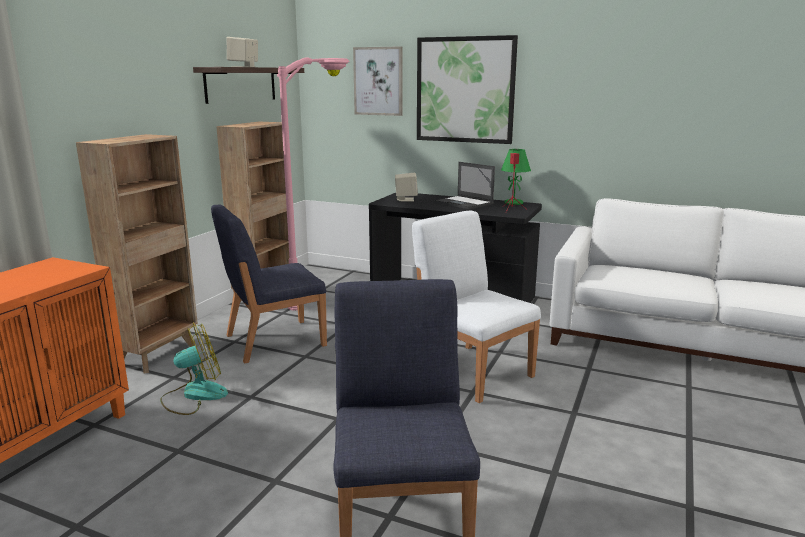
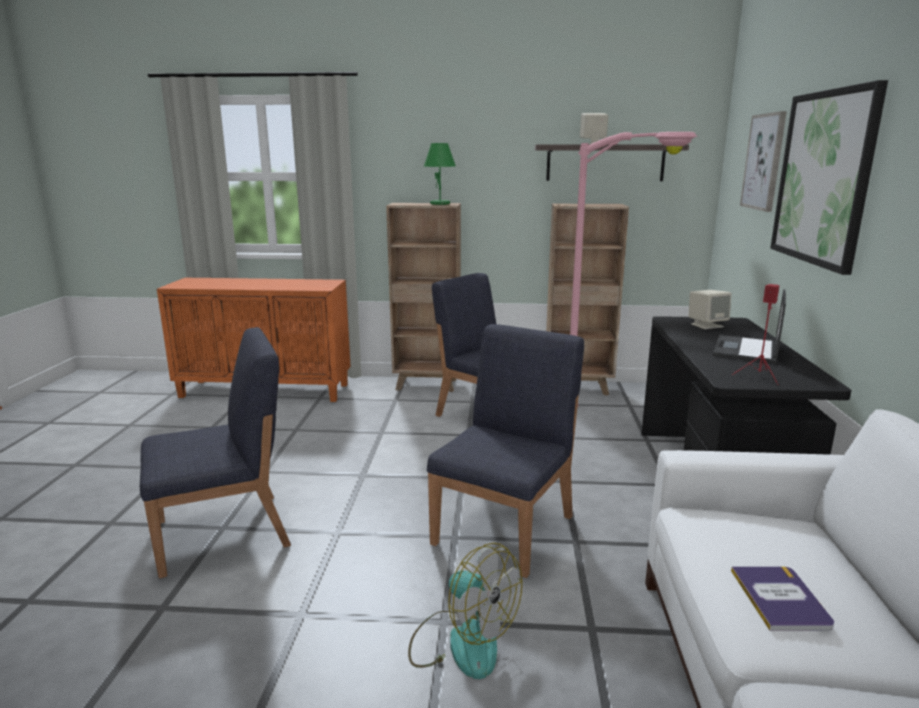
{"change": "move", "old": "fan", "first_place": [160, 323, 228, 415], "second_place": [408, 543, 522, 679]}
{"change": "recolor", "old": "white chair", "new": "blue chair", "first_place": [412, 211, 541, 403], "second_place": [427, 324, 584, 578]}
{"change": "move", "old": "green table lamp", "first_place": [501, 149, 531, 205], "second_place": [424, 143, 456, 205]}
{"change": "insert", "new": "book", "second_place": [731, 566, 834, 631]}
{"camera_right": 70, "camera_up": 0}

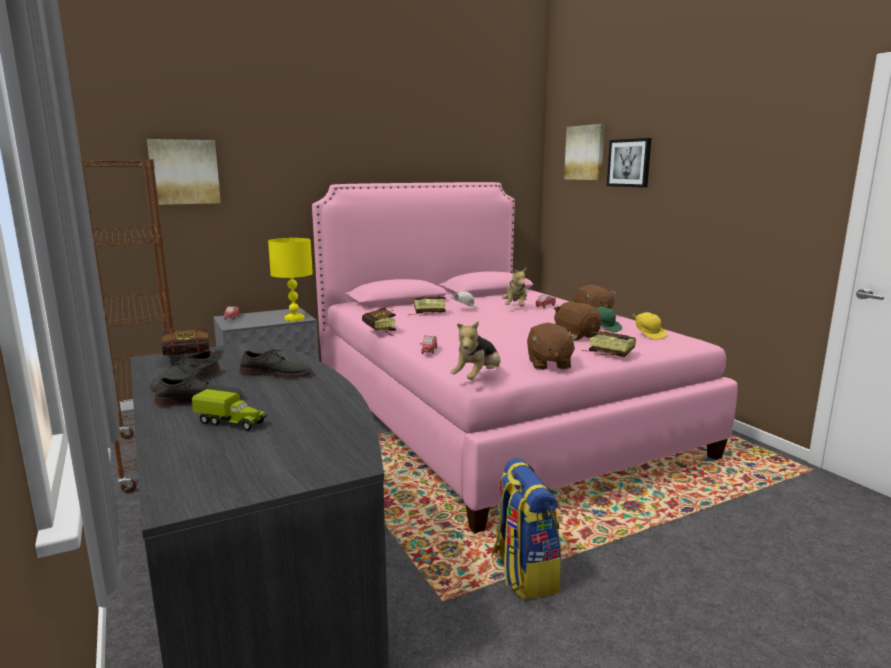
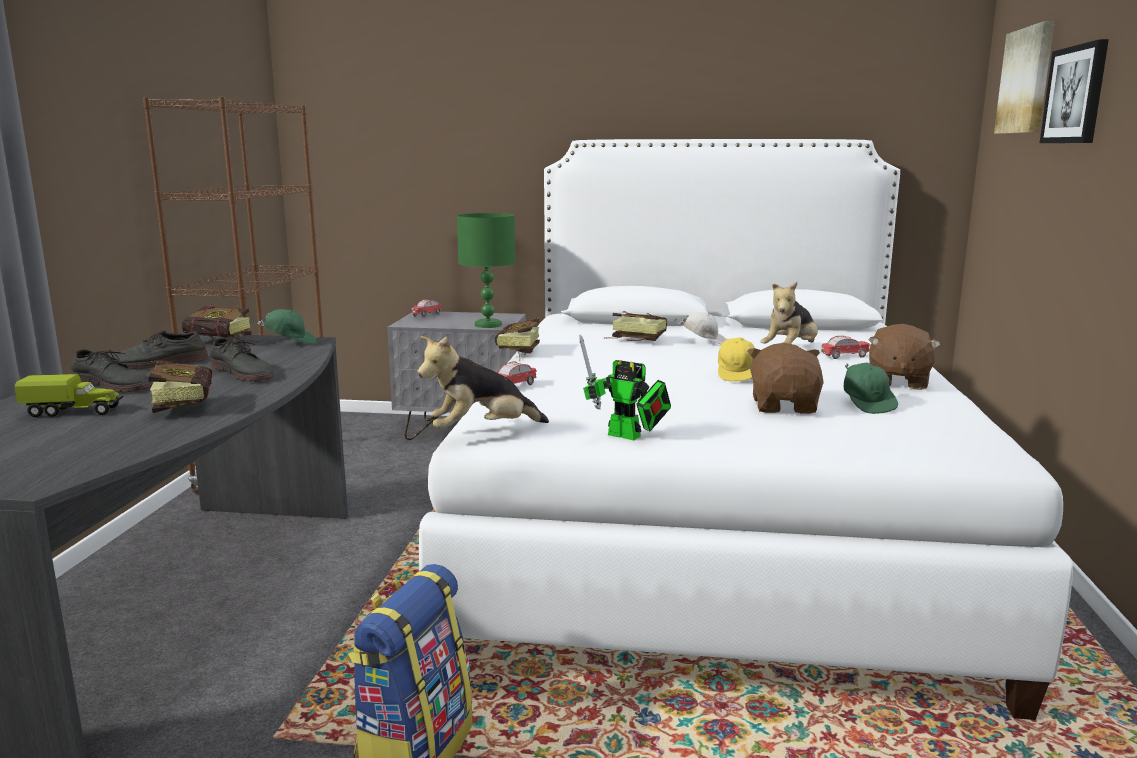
{"change": "delete", "old": "picture", "first_place": [147, 139, 221, 205]}
{"change": "rotate", "old": "toy truck", "first_place": [192, 389, 267, 431], "second_place": [14, 374, 124, 417], "degrees": -60}
{"change": "recolor", "old": "yellow table lamp", "new": "green table lamp", "first_place": [268, 238, 313, 321], "second_place": [457, 213, 515, 328]}
{"change": "recolor", "old": "pink bed", "new": "white bed", "first_place": [312, 182, 738, 533], "second_place": [419, 139, 1073, 720]}
{"change": "replace", "old": "brown plush toy", "new": "toy robot", "first_place": [527, 323, 578, 370], "second_place": [579, 335, 671, 440]}
{"change": "move", "old": "book", "first_place": [582, 331, 636, 357], "second_place": [146, 360, 212, 413]}
{"change": "move", "old": "yellow cap", "first_place": [633, 312, 667, 340], "second_place": [718, 338, 755, 382]}
{"change": "insert", "new": "green cap", "second_place": [251, 309, 317, 344]}
{"camera_right": 35, "camera_up": 0}

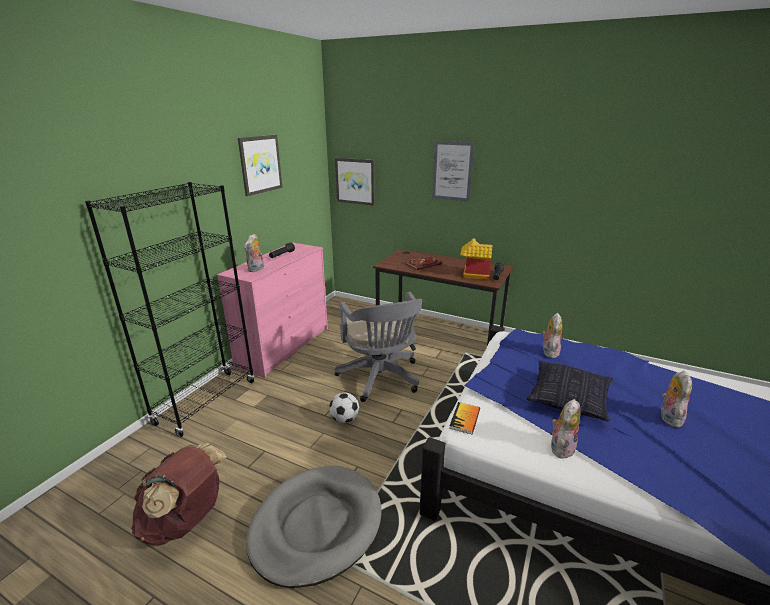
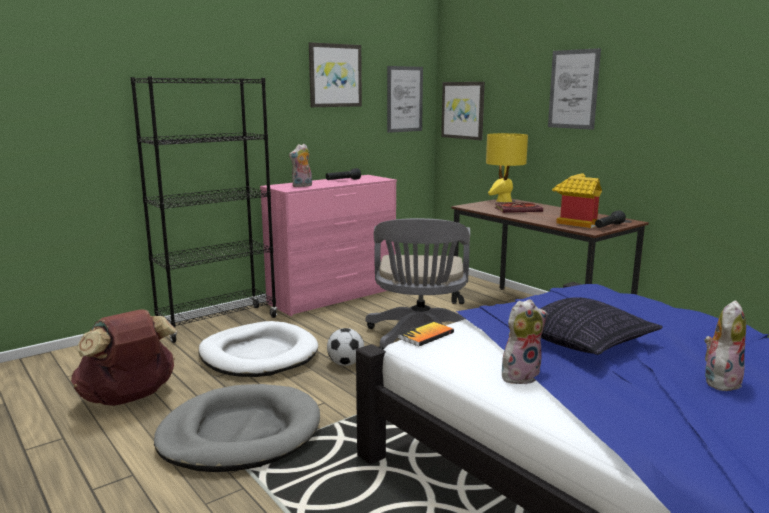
{"change": "delete", "old": "plush toy", "first_place": [542, 313, 562, 358]}
{"change": "insert", "new": "white dog bed", "second_place": [199, 321, 318, 377]}
{"change": "insert", "new": "picture", "second_place": [387, 66, 423, 133]}
{"change": "insert", "new": "yellow table lamp", "second_place": [486, 133, 528, 202]}
{"camera_right": 25, "camera_up": -10}

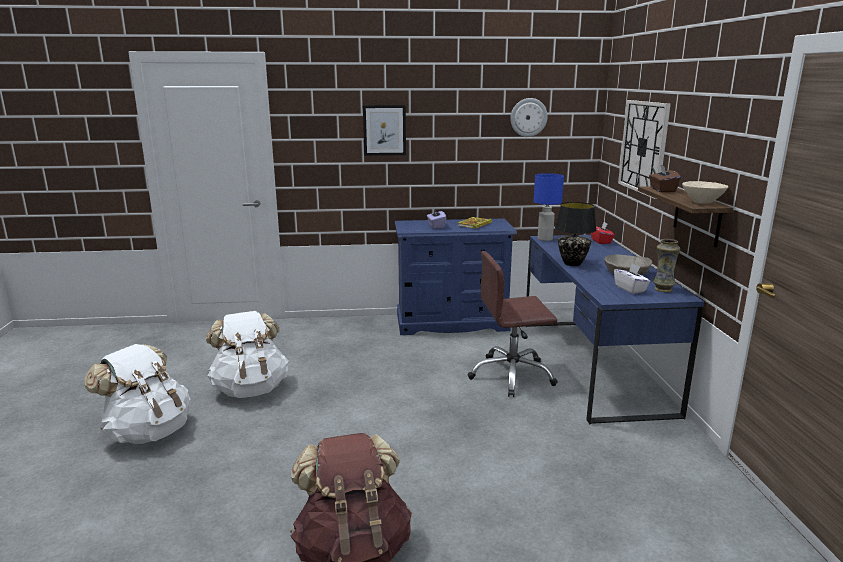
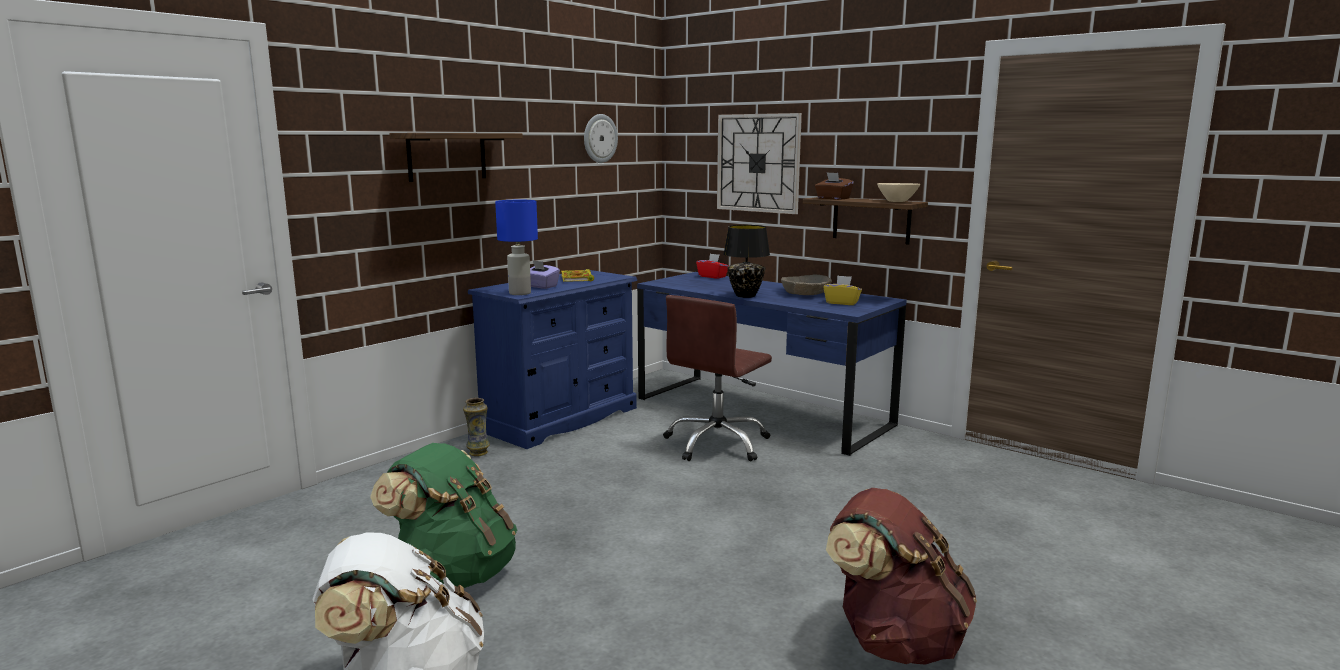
{"change": "recolor", "old": "white backpack", "new": "green backpack", "first_place": [206, 311, 289, 398], "second_place": [370, 443, 517, 588]}
{"change": "replace", "old": "picture", "new": "shelf", "first_place": [363, 105, 406, 156], "second_place": [389, 133, 523, 182]}
{"change": "move", "old": "blue table lamp", "first_place": [534, 173, 564, 241], "second_place": [495, 200, 538, 295]}
{"change": "recolor", "old": "white tissue box", "new": "yellow tissue box", "first_place": [614, 263, 650, 294], "second_place": [824, 275, 862, 305]}
{"change": "move", "old": "vase", "first_place": [653, 239, 680, 292], "second_place": [463, 398, 490, 456]}
{"camera_right": -45, "camera_up": -5}

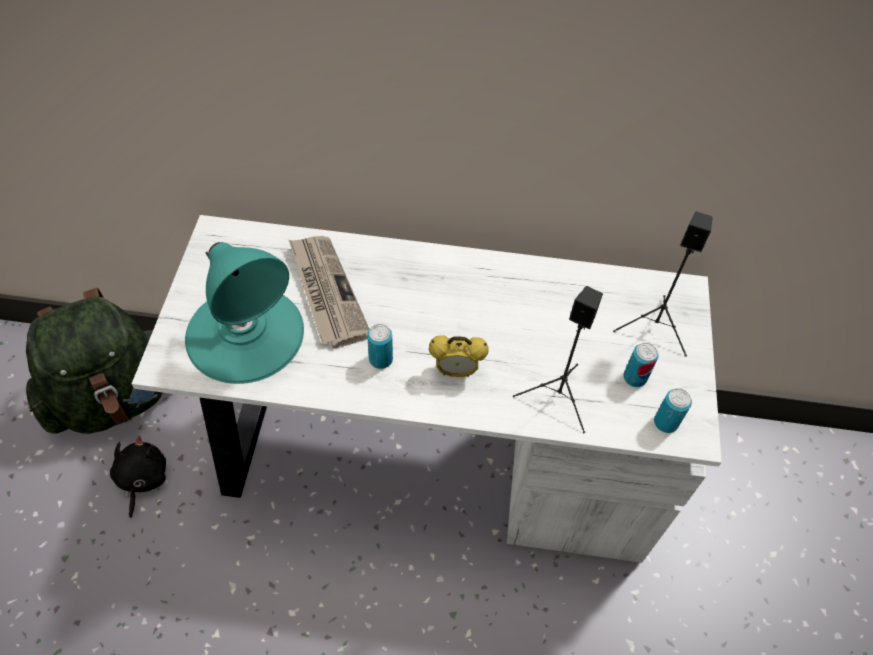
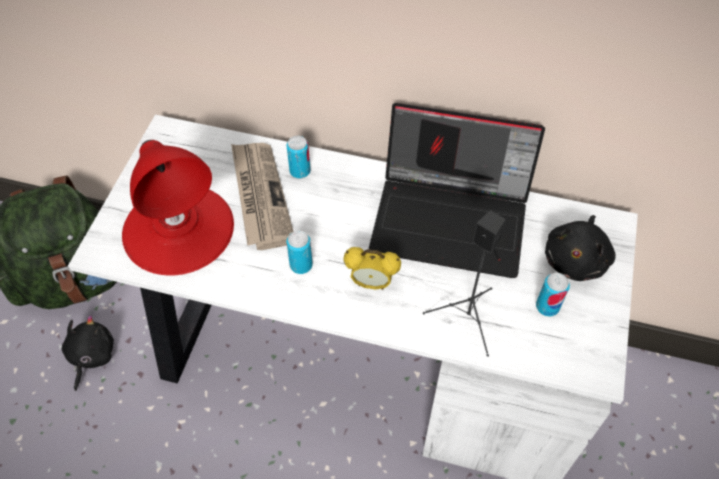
{"change": "recolor", "old": "turquoise table lamp", "new": "red table lamp", "first_place": [185, 242, 304, 384], "second_place": [122, 140, 234, 276]}
{"change": "replace", "old": "black speaker", "new": "black plush toy", "first_place": [613, 211, 713, 357], "second_place": [545, 215, 616, 281]}
{"change": "move", "old": "can", "first_place": [654, 388, 692, 433], "second_place": [287, 136, 310, 179]}
{"change": "insert", "new": "laptop", "second_place": [369, 103, 545, 278]}
{"camera_right": 10, "camera_up": 0}

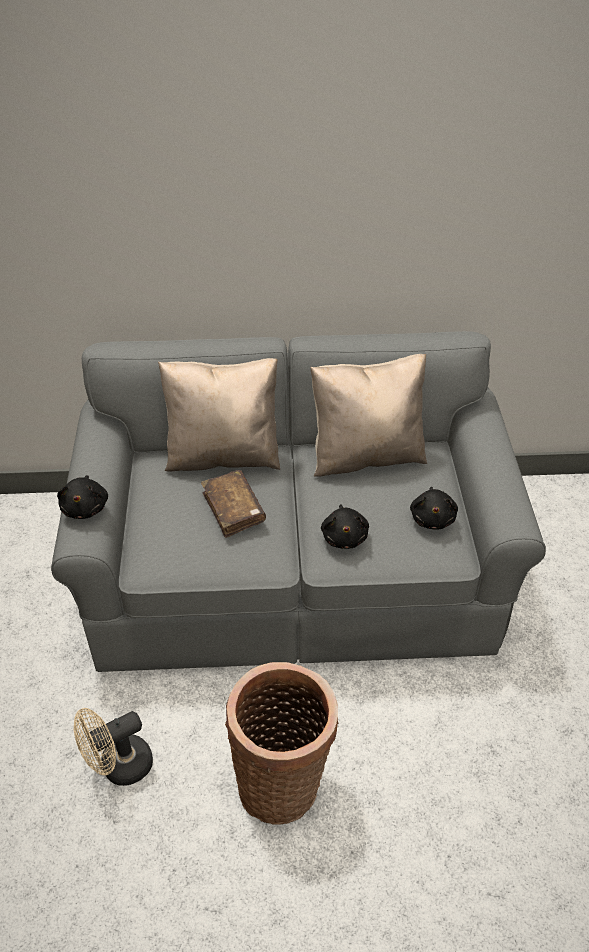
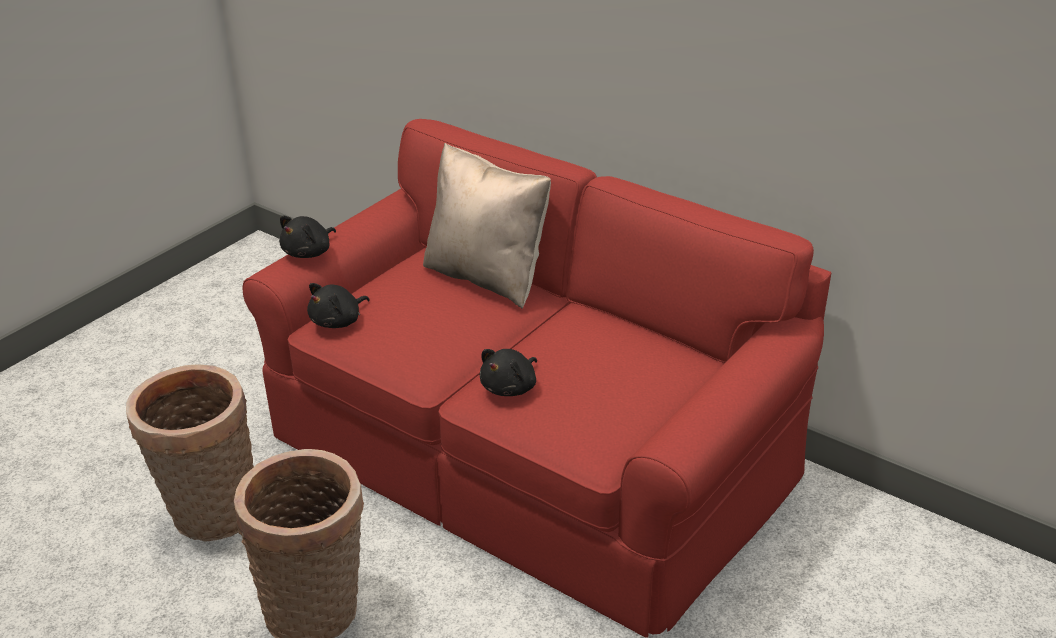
{"change": "recolor", "old": "grey sofa", "new": "red sofa", "first_place": [51, 331, 546, 672], "second_place": [243, 119, 832, 638]}
{"change": "replace", "old": "beige fan", "new": "basket", "first_place": [74, 708, 153, 786], "second_place": [126, 364, 254, 542]}
{"change": "delete", "old": "brown book", "first_place": [201, 470, 266, 538]}
{"change": "delete", "old": "beige pillow", "first_place": [310, 354, 427, 477]}
{"change": "move", "old": "black plush toy", "first_place": [410, 487, 458, 530], "second_place": [307, 283, 370, 328]}
{"camera_right": 40, "camera_up": -10}

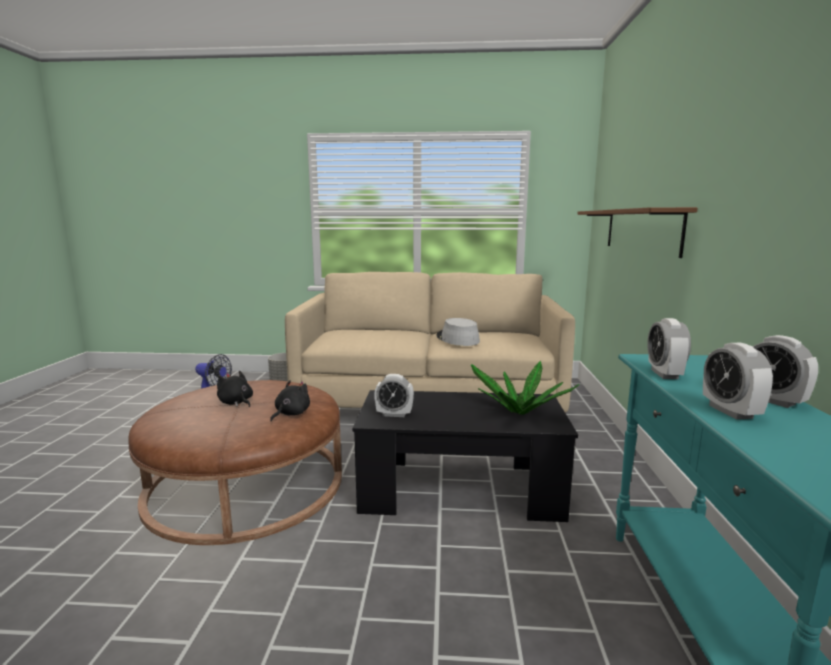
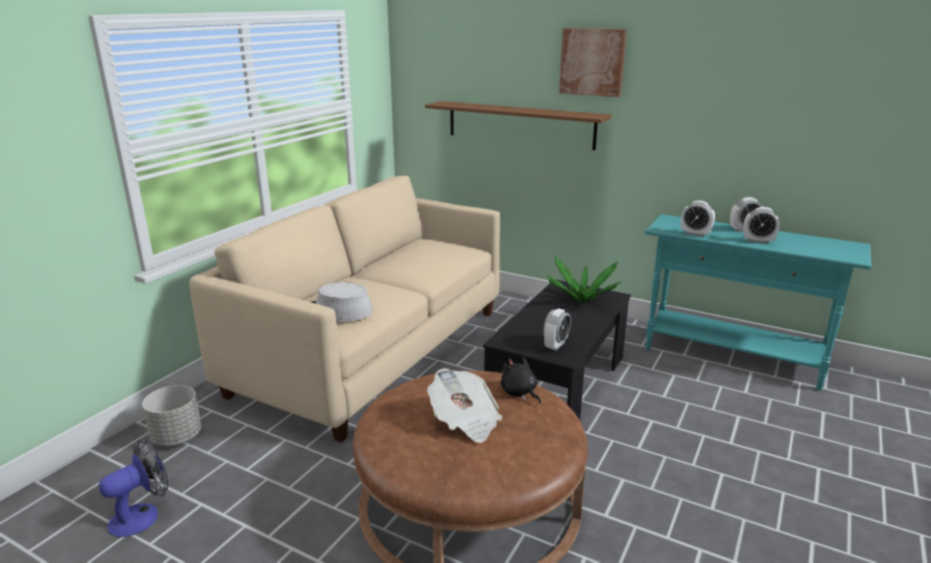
{"change": "replace", "old": "black plush toy", "new": "newspaper", "first_place": [217, 371, 253, 407], "second_place": [427, 368, 503, 443]}
{"change": "move", "old": "grey hat", "first_place": [436, 318, 480, 346], "second_place": [312, 282, 373, 322]}
{"change": "insert", "new": "picture", "second_place": [559, 28, 627, 97]}
{"camera_right": -65, "camera_up": 10}

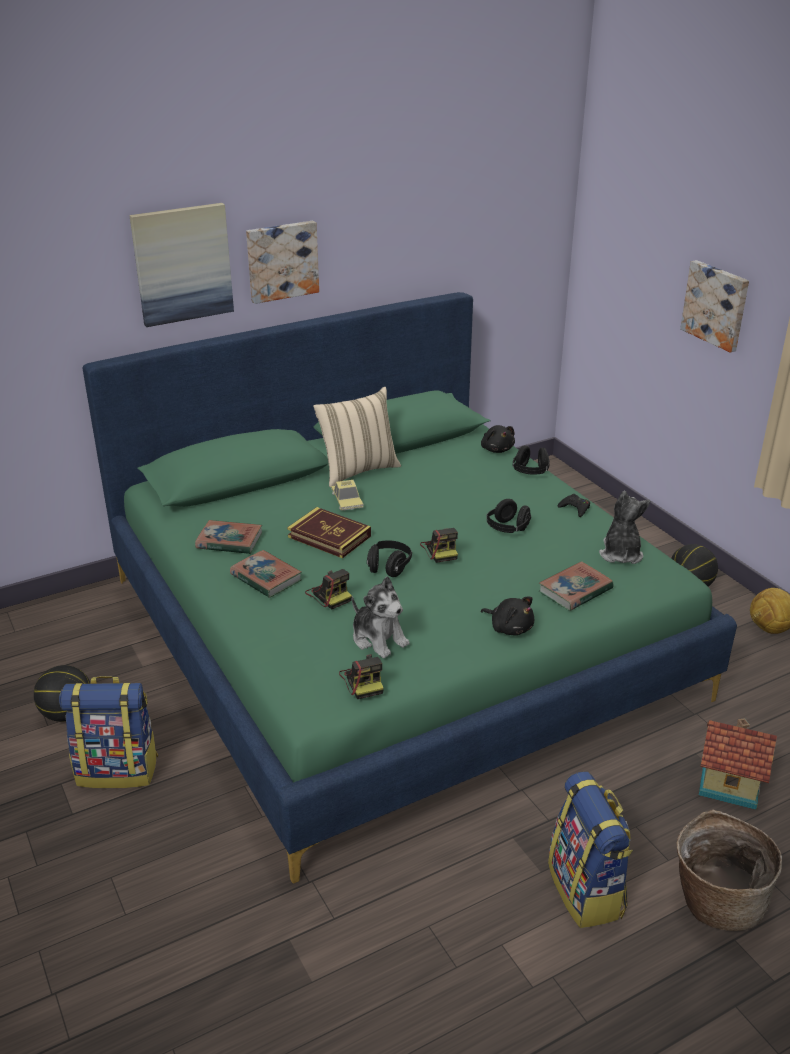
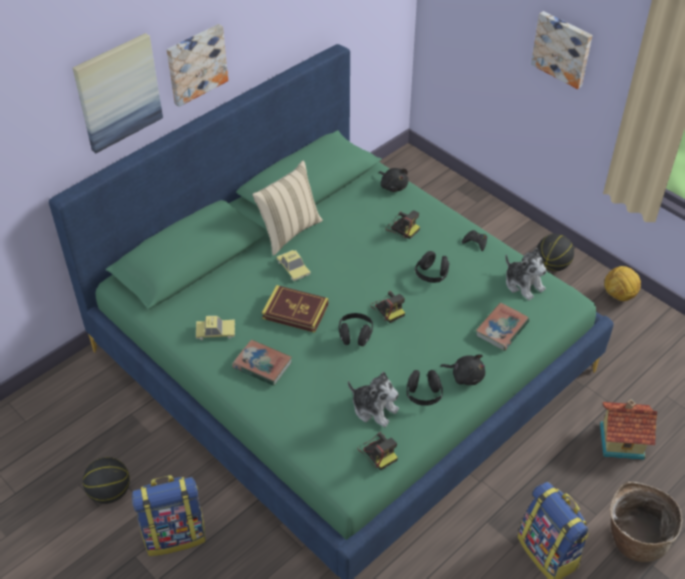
{"change": "replace", "old": "book", "new": "toy car", "first_place": [195, 520, 262, 554], "second_place": [196, 316, 235, 340]}
{"change": "move", "old": "photo camera", "first_place": [305, 569, 352, 610], "second_place": [385, 210, 420, 239]}
{"change": "move", "old": "black headphones", "first_place": [513, 445, 550, 475], "second_place": [407, 370, 443, 406]}
{"change": "rotate", "old": "plush toy", "first_place": [599, 490, 651, 564], "second_place": [505, 248, 547, 301], "degrees": 150}
{"camera_right": -15, "camera_up": 15}

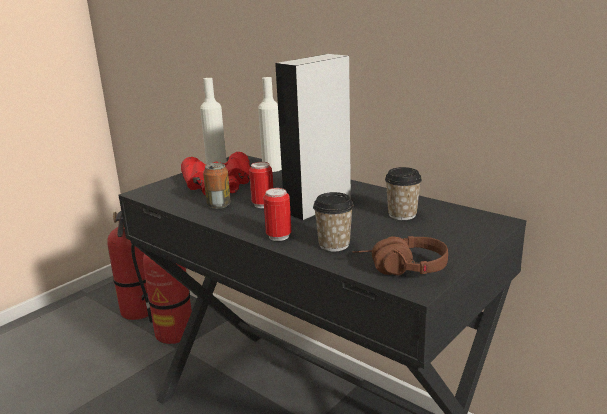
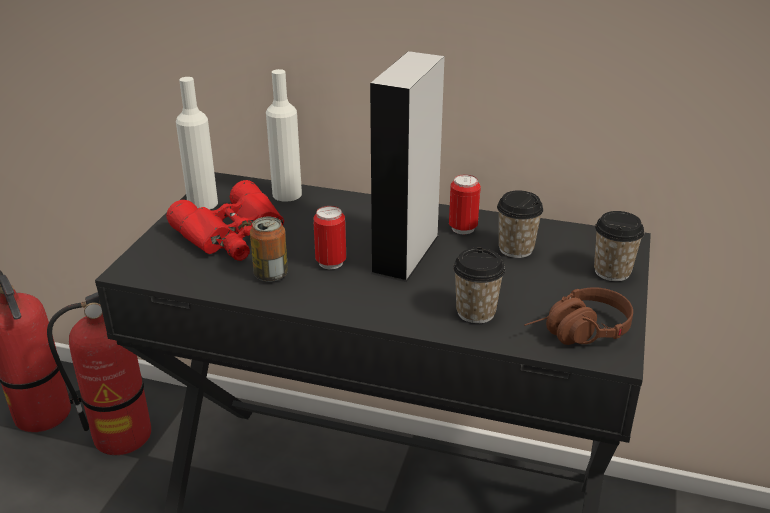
{"change": "move", "old": "can", "first_place": [263, 188, 292, 241], "second_place": [449, 174, 481, 234]}
{"change": "insert", "new": "cup", "second_place": [594, 211, 644, 282]}
{"camera_right": -25, "camera_up": 10}

